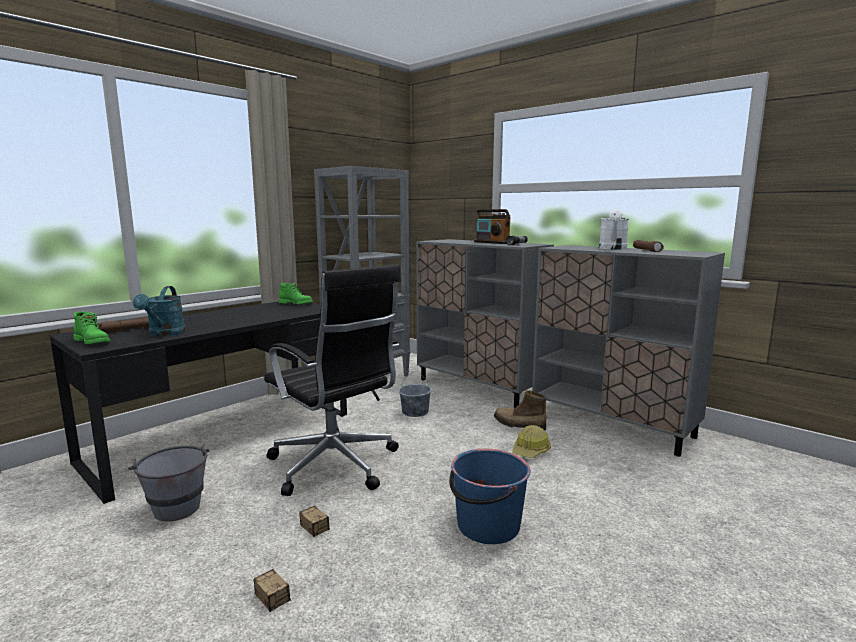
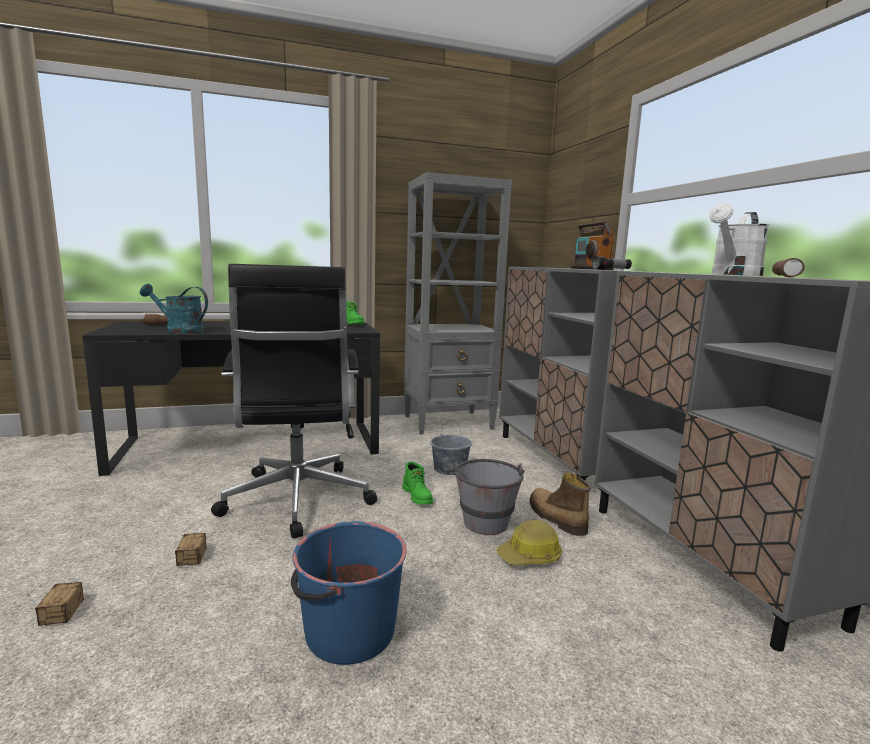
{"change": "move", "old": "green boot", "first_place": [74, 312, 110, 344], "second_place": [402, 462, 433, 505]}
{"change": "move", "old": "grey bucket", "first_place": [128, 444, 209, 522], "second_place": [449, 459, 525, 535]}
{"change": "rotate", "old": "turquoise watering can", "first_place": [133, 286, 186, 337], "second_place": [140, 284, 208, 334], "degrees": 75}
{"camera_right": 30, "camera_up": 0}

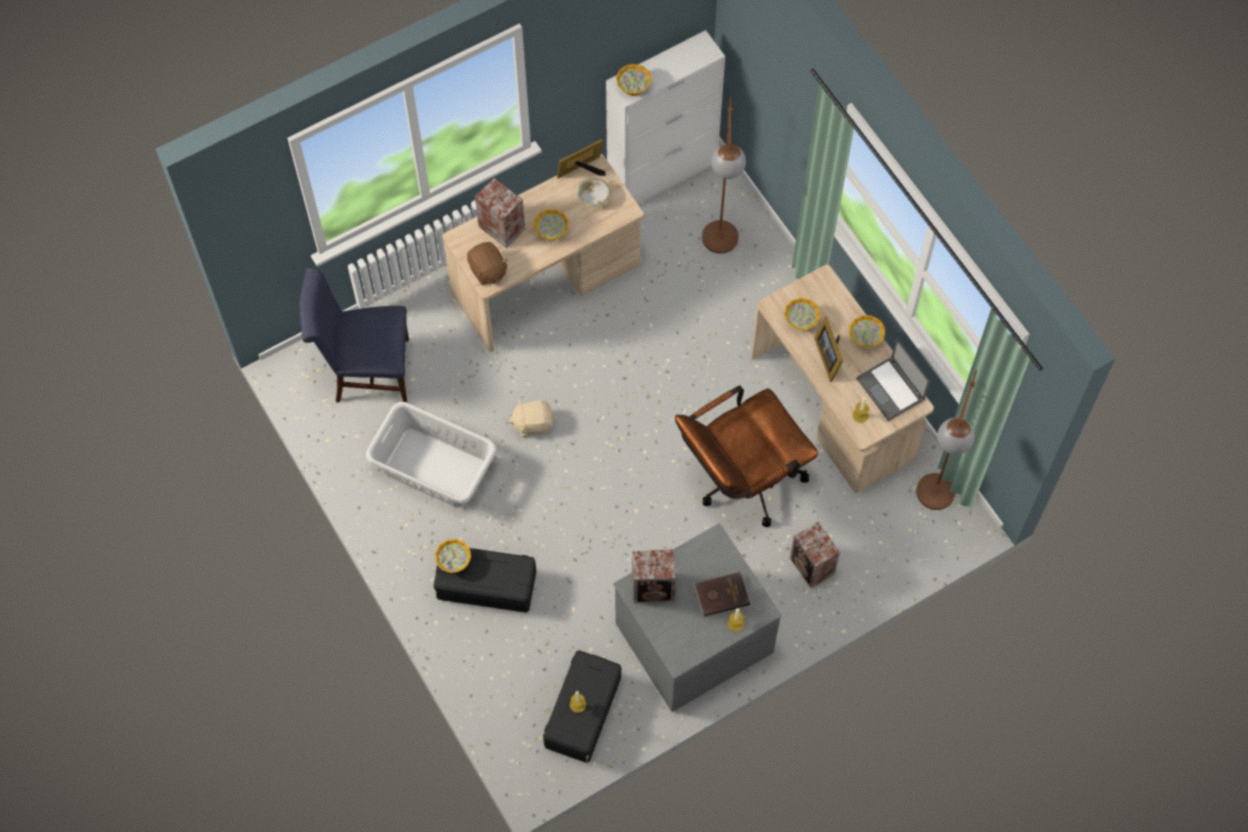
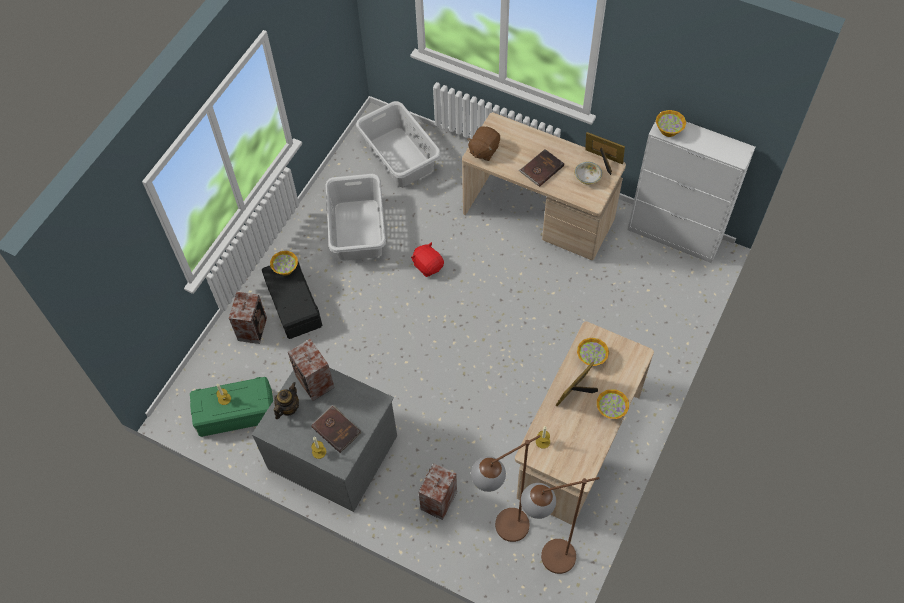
{"change": "replace", "old": "blue chair", "new": "grey laundry basket", "first_place": [300, 267, 409, 403], "second_place": [356, 101, 441, 187]}
{"change": "move", "old": "speaker", "first_place": [475, 178, 525, 248], "second_place": [229, 292, 267, 344]}
{"change": "recolor", "old": "beige plush toy", "new": "red plush toy", "first_place": [508, 400, 554, 437], "second_place": [411, 242, 444, 277]}
{"change": "replace", "old": "bowl", "new": "brown book", "first_place": [534, 209, 569, 241], "second_place": [519, 149, 564, 187]}
{"change": "recolor", "old": "black storage box", "new": "green storage box", "first_place": [543, 650, 622, 763], "second_place": [190, 377, 273, 437]}
{"change": "delete", "old": "brown office chair", "first_place": [675, 386, 818, 527]}
{"change": "move", "old": "brown floor lamp", "first_place": [702, 97, 746, 254], "second_place": [471, 435, 541, 542]}
{"change": "delete", "old": "laptop", "first_place": [856, 339, 930, 421]}
{"change": "insert", "new": "teapot", "second_place": [274, 382, 299, 419]}
{"camera_right": 60, "camera_up": -5}

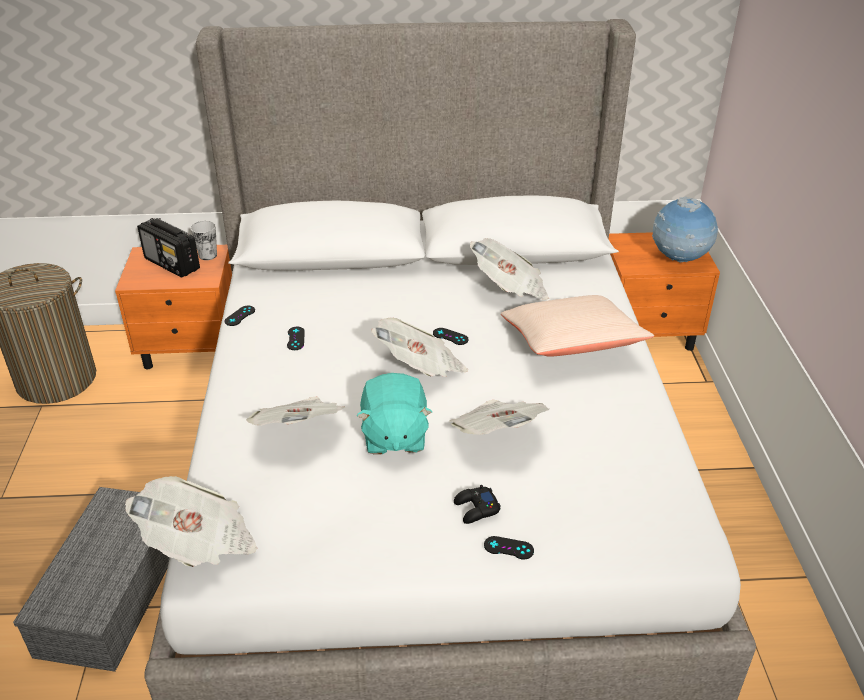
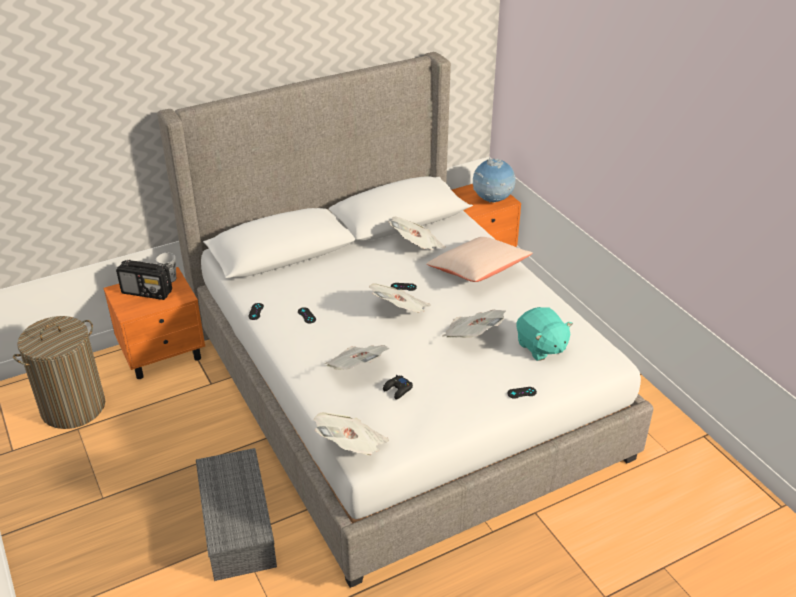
{"change": "move", "old": "turquoise plush toy", "first_place": [357, 373, 432, 455], "second_place": [516, 307, 573, 361]}
{"change": "move", "old": "black game controller", "first_place": [454, 485, 501, 524], "second_place": [383, 375, 413, 399]}
{"camera_right": -25, "camera_up": 0}

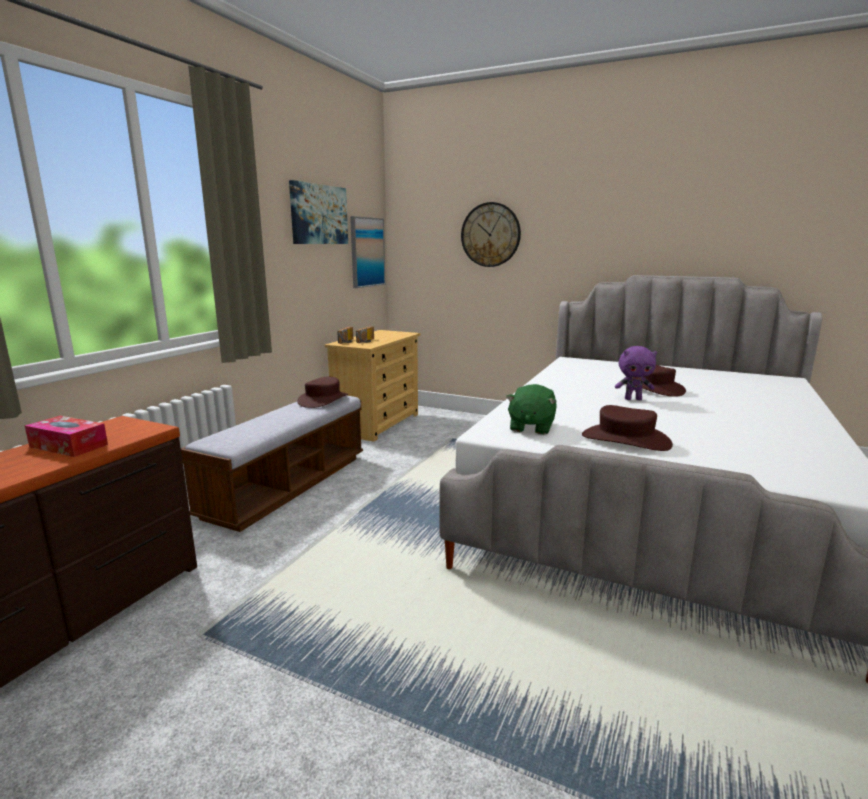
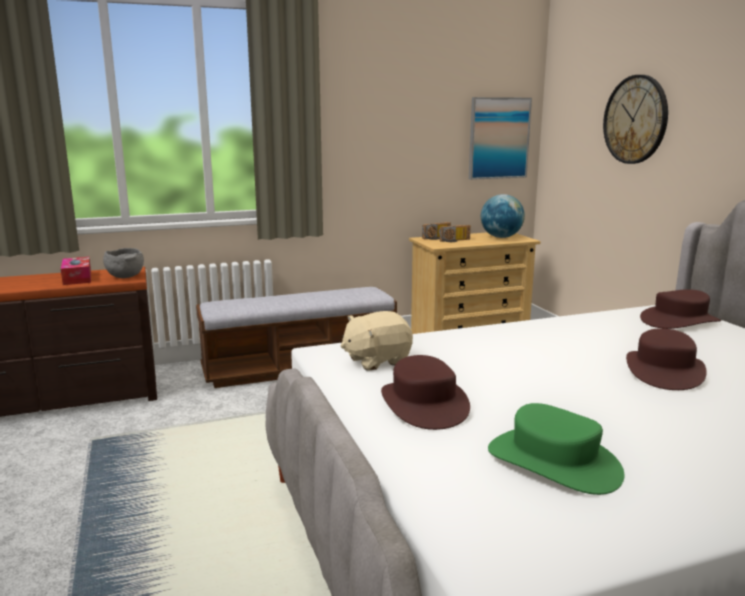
{"change": "delete", "old": "picture", "first_place": [289, 180, 348, 244]}
{"change": "move", "old": "brown hat", "first_place": [297, 377, 348, 408], "second_place": [640, 289, 721, 329]}
{"change": "recolor", "old": "green plush toy", "new": "beige plush toy", "first_place": [506, 384, 557, 435], "second_place": [341, 311, 413, 371]}
{"change": "delete", "old": "purple plush toy", "first_place": [615, 346, 657, 400]}
{"change": "insert", "new": "grey bowl", "second_place": [103, 248, 144, 278]}
{"change": "insert", "new": "globe", "second_place": [481, 194, 525, 238]}
{"change": "insert", "new": "green hat", "second_place": [488, 403, 625, 495]}
{"camera_right": 45, "camera_up": 0}

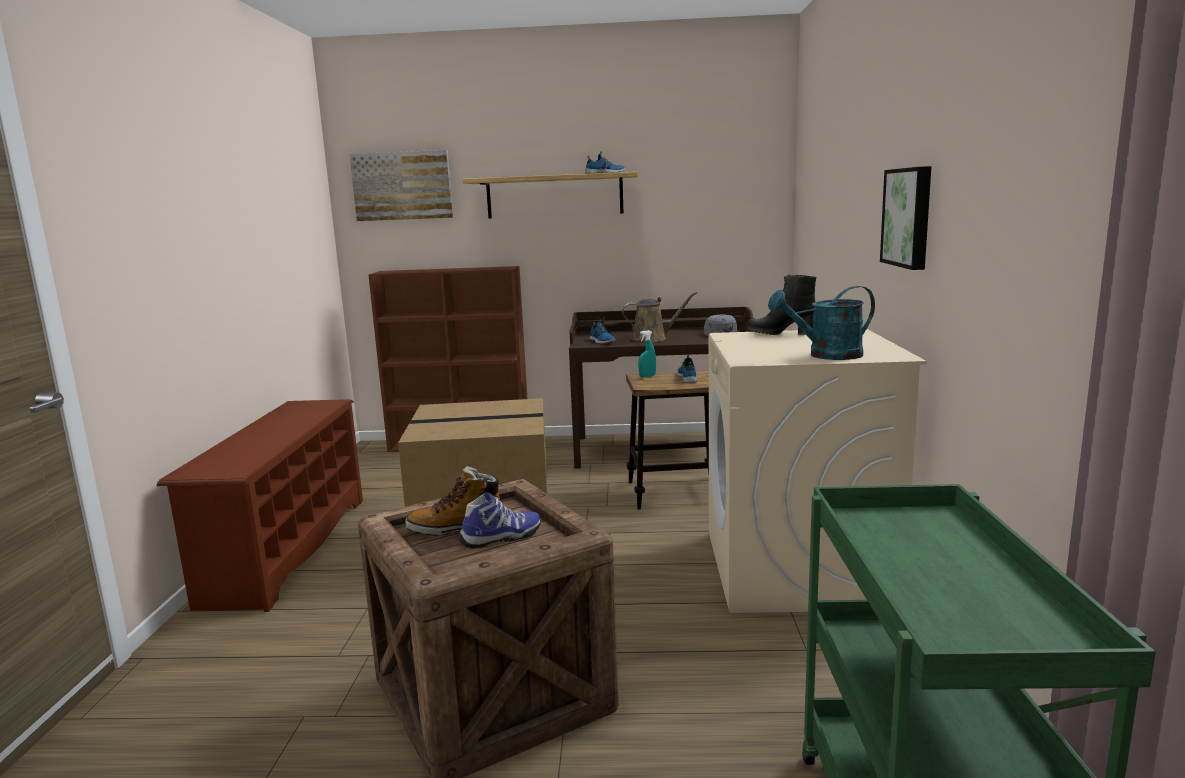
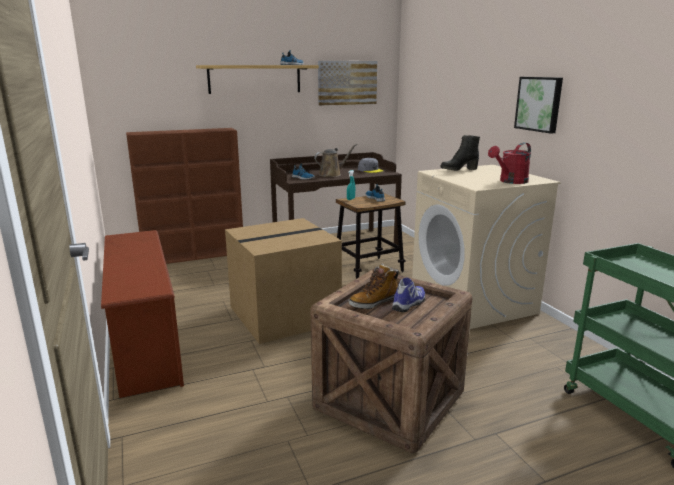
{"change": "move", "old": "picture", "first_place": [349, 150, 453, 221], "second_place": [318, 61, 377, 106]}
{"change": "recolor", "old": "turquoise watering can", "new": "red watering can", "first_place": [768, 286, 875, 360], "second_place": [488, 143, 531, 184]}
{"camera_right": -25, "camera_up": 5}

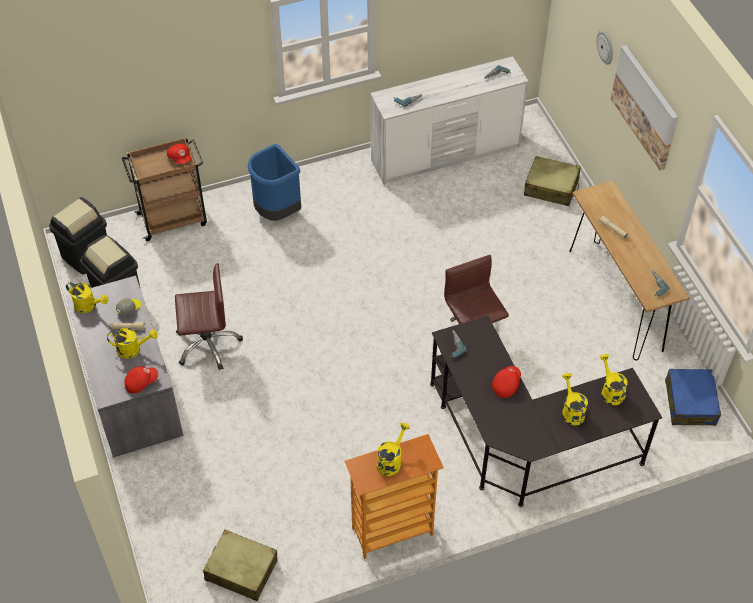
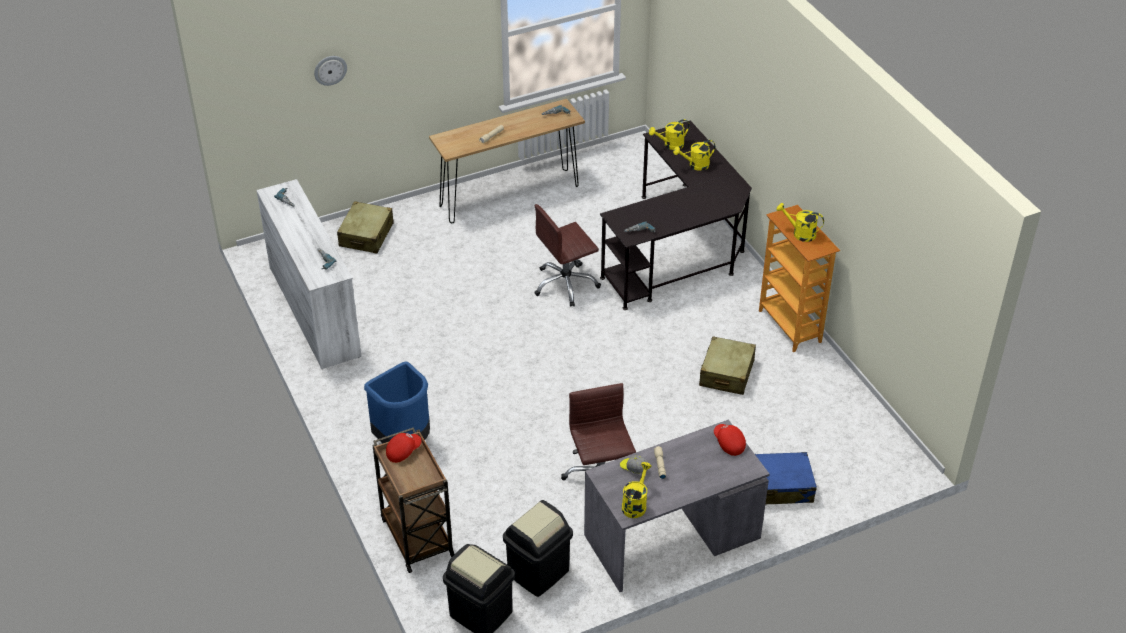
{"change": "delete", "old": "yellow watering can", "first_place": [107, 328, 158, 359]}
{"change": "move", "old": "beige suitcase", "first_place": [203, 530, 278, 601], "second_place": [699, 336, 756, 395]}
{"change": "delete", "old": "red cap", "first_place": [492, 366, 521, 398]}
{"change": "delete", "old": "picture", "first_place": [611, 45, 678, 170]}
{"change": "move", "old": "blue suitcase", "first_place": [665, 369, 721, 426], "second_place": [755, 452, 817, 504]}
{"camera_right": -95, "camera_up": -10}

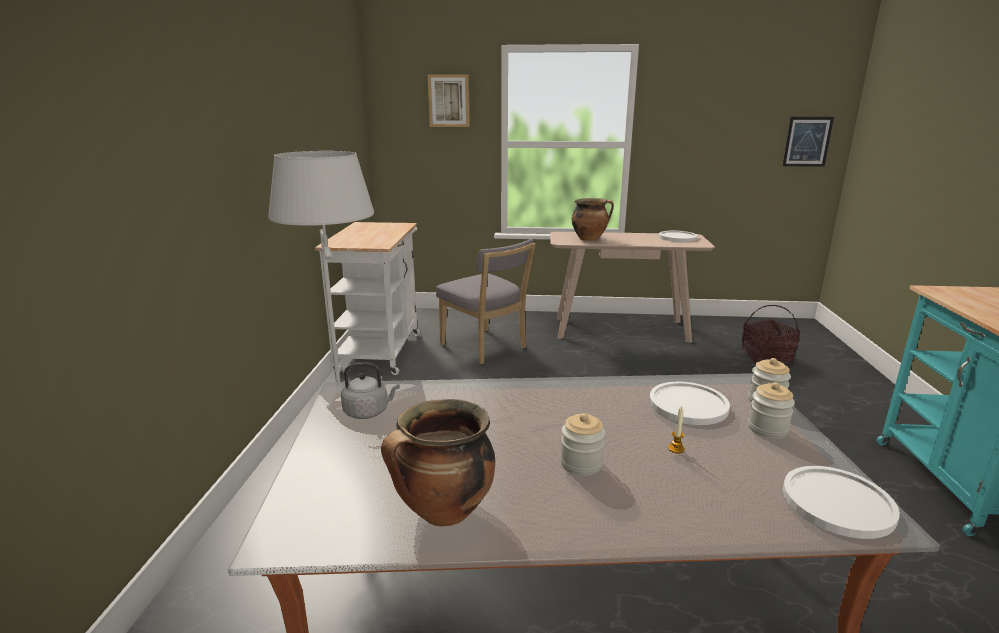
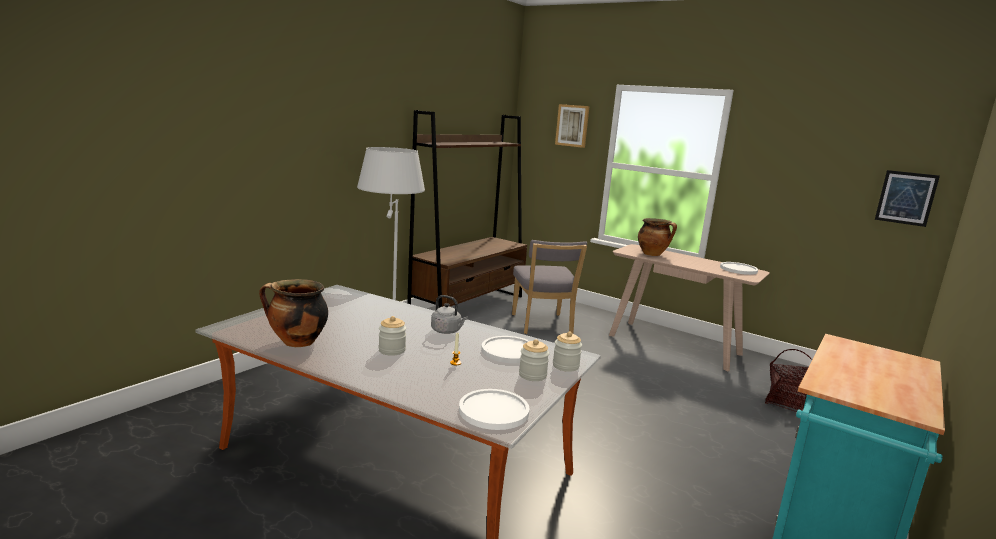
{"change": "replace", "old": "white cart", "new": "brown bookcase", "first_place": [315, 222, 420, 375], "second_place": [407, 110, 527, 308]}
{"change": "move", "old": "grey kettle", "first_place": [341, 362, 400, 419], "second_place": [431, 295, 468, 334]}
{"camera_right": 30, "camera_up": -5}

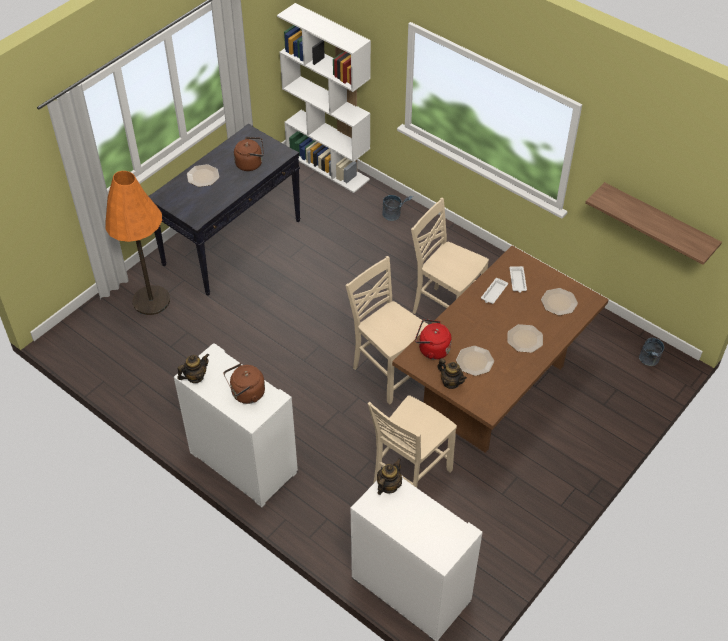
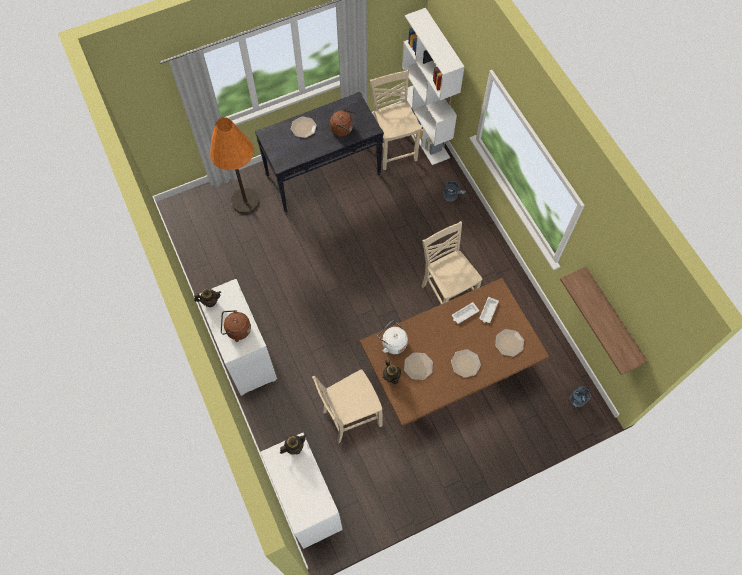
{"change": "move", "old": "beige chair", "first_place": [346, 256, 429, 404], "second_place": [370, 70, 422, 170]}
{"change": "recolor", "old": "red kettle", "new": "white kettle", "first_place": [415, 319, 452, 360], "second_place": [378, 321, 408, 354]}
{"camera_right": 25, "camera_up": 15}

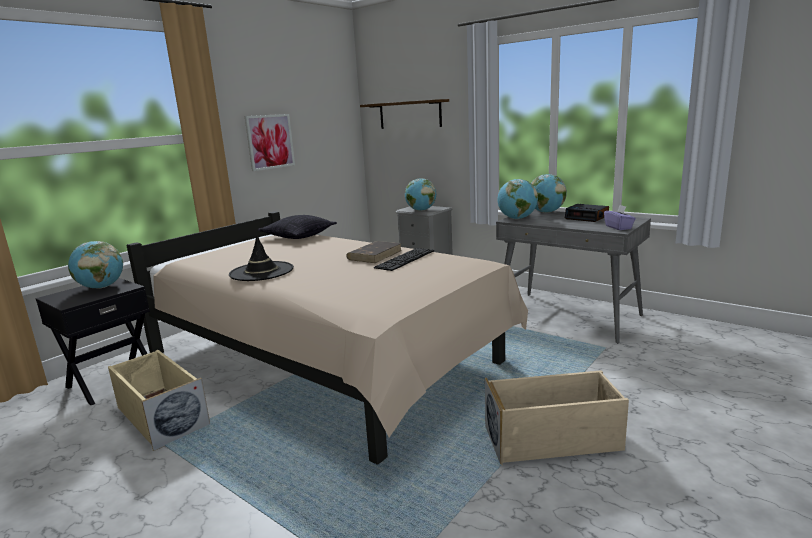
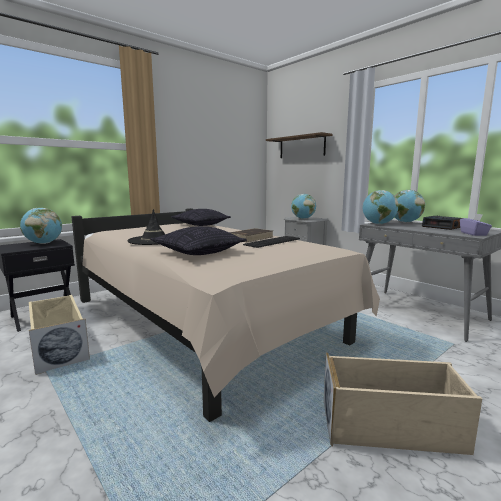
{"change": "delete", "old": "picture", "first_place": [245, 114, 295, 171]}
{"change": "insert", "new": "pillow", "second_place": [151, 226, 247, 255]}
{"camera_right": 10, "camera_up": -5}

